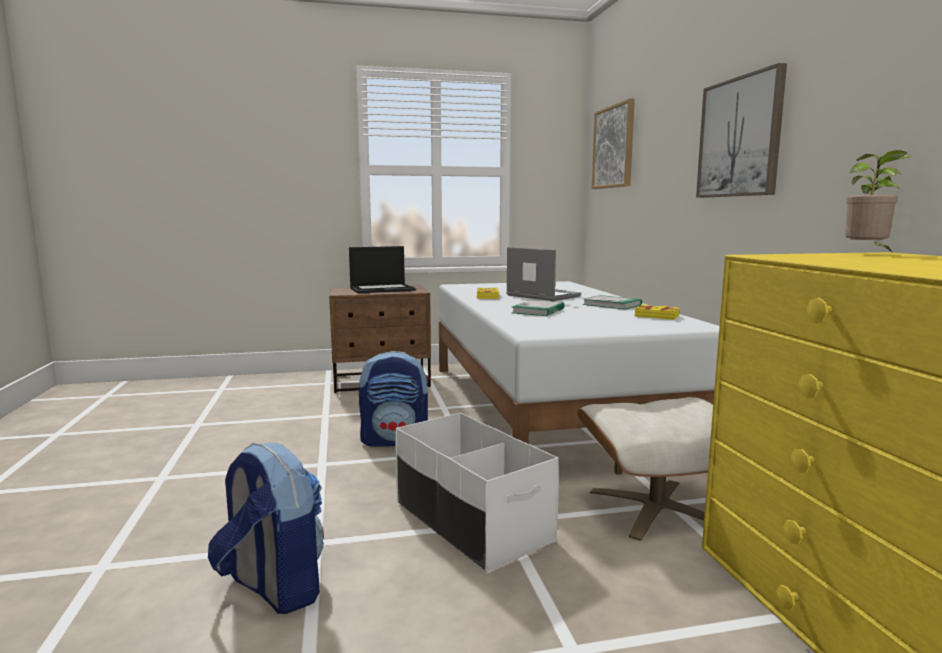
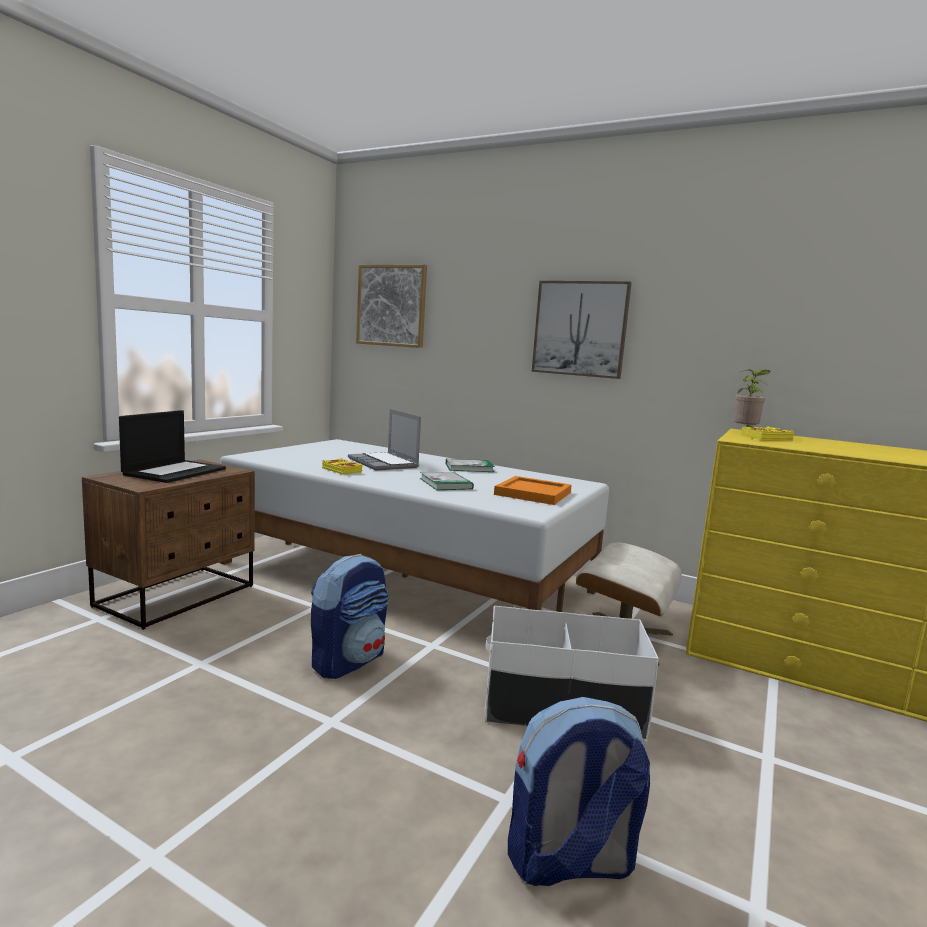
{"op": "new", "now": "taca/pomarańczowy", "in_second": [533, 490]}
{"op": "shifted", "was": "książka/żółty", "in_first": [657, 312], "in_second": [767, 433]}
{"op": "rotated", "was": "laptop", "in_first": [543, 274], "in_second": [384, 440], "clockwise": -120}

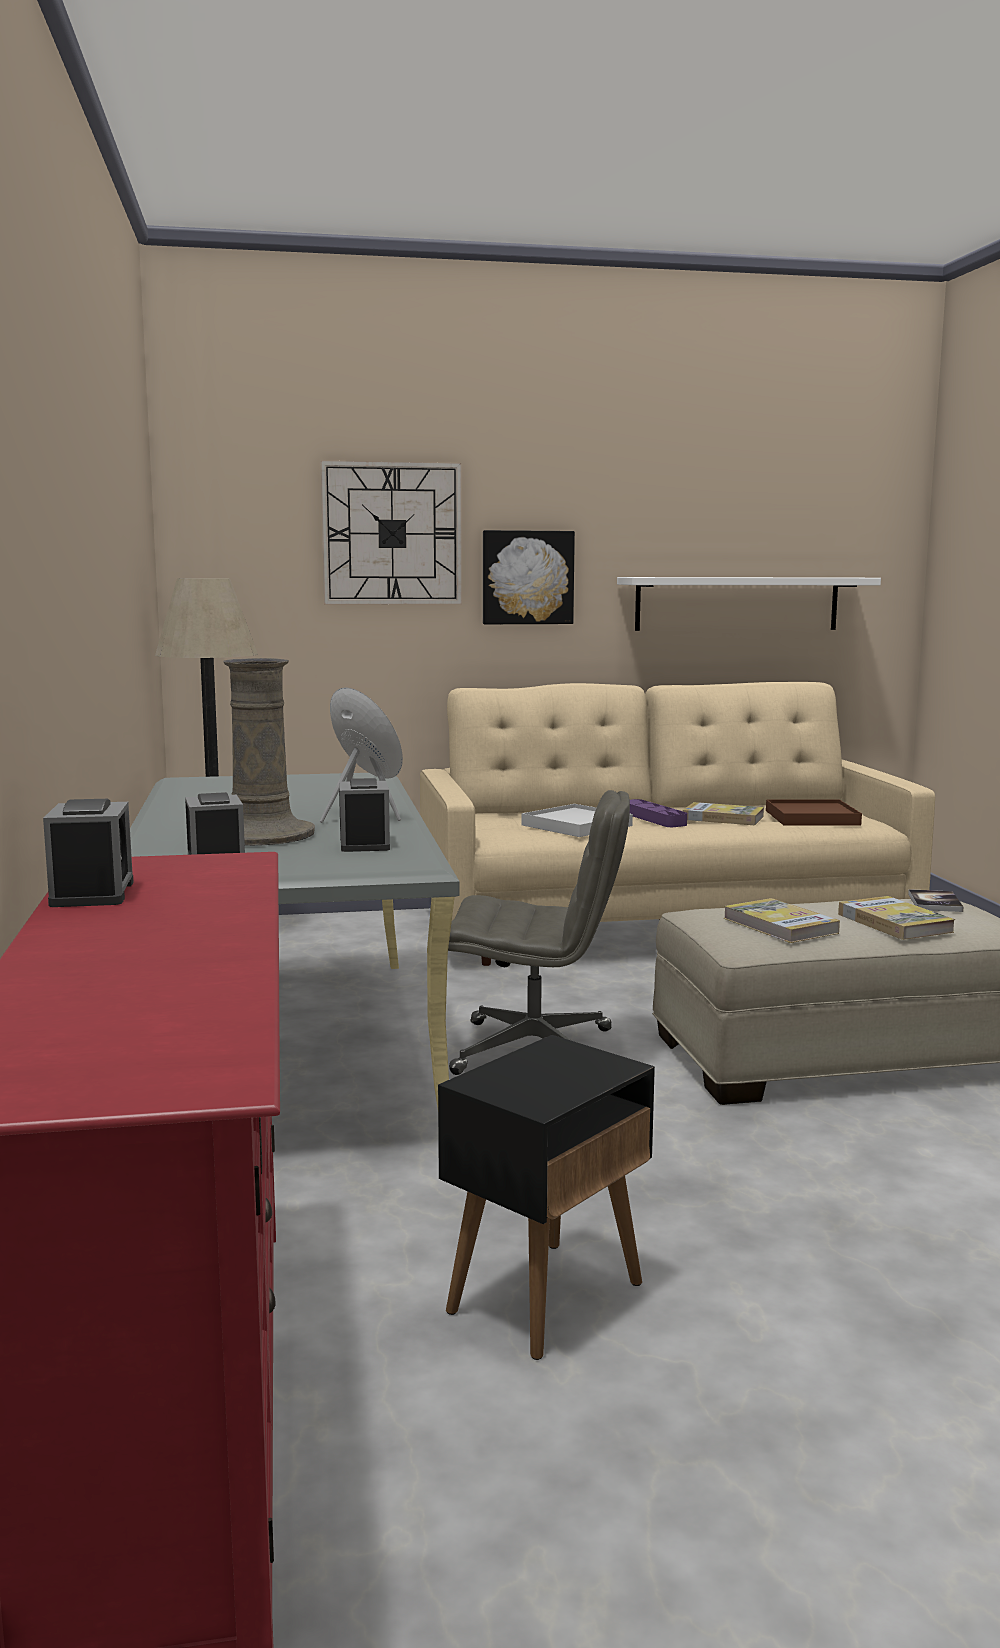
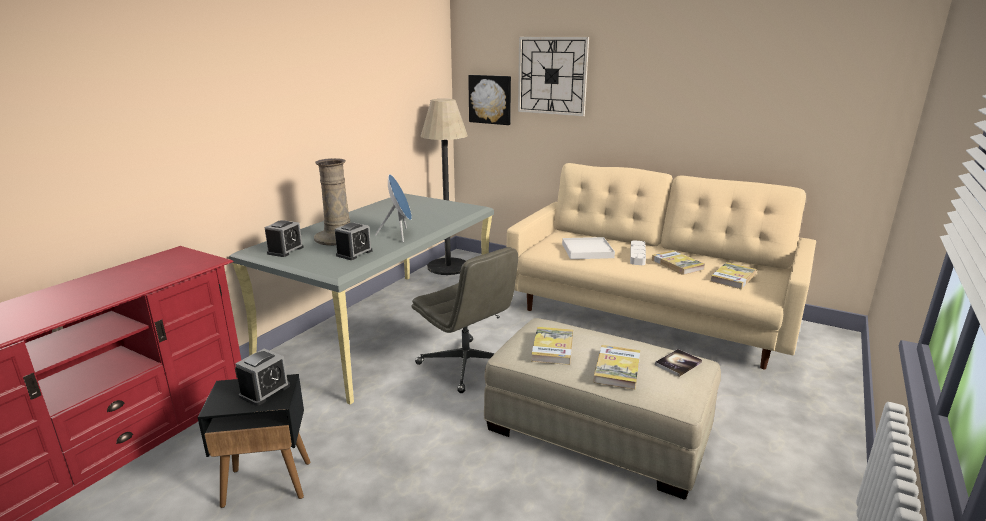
{"op": "gone", "was": "półka/biały", "in_first": [749, 604]}
{"op": "shifted", "was": "budzik", "in_first": [88, 853], "in_second": [262, 377]}
{"op": "shifted", "was": "obraz", "in_first": [529, 577], "in_second": [489, 100]}
{"op": "swapped", "was": "taca/brązowy", "now": "książka", "in_first": [814, 812], "in_second": [733, 275]}
{"op": "repainted", "was": "taca/fioletowy", "now": "taca/szary", "in_first": [658, 813], "in_second": [638, 253]}

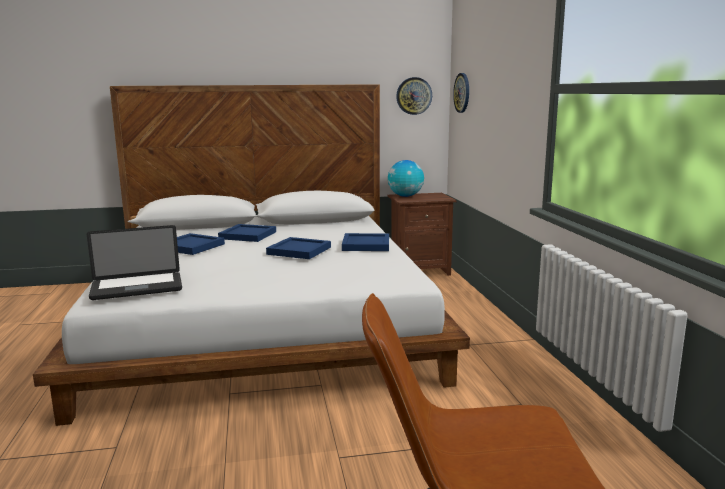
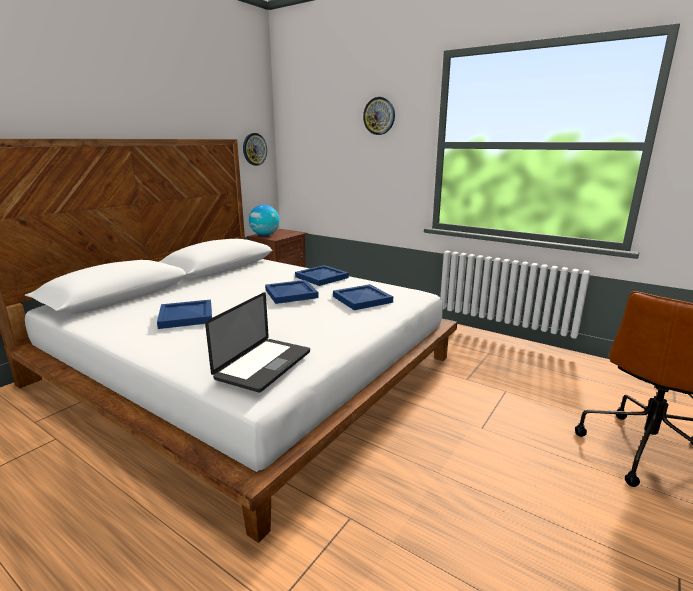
{"op": "shifted", "was": "taca/niebieski", "in_first": [247, 233], "in_second": [363, 297]}
{"op": "shifted", "was": "zegar ścienny", "in_first": [461, 93], "in_second": [379, 116]}

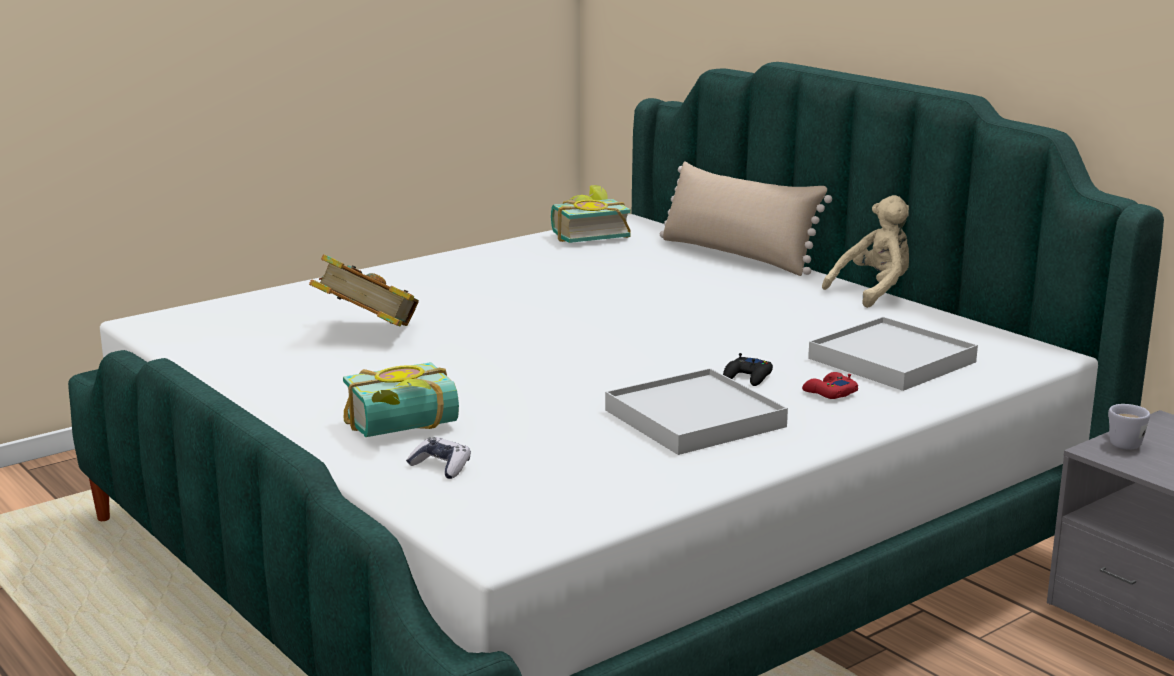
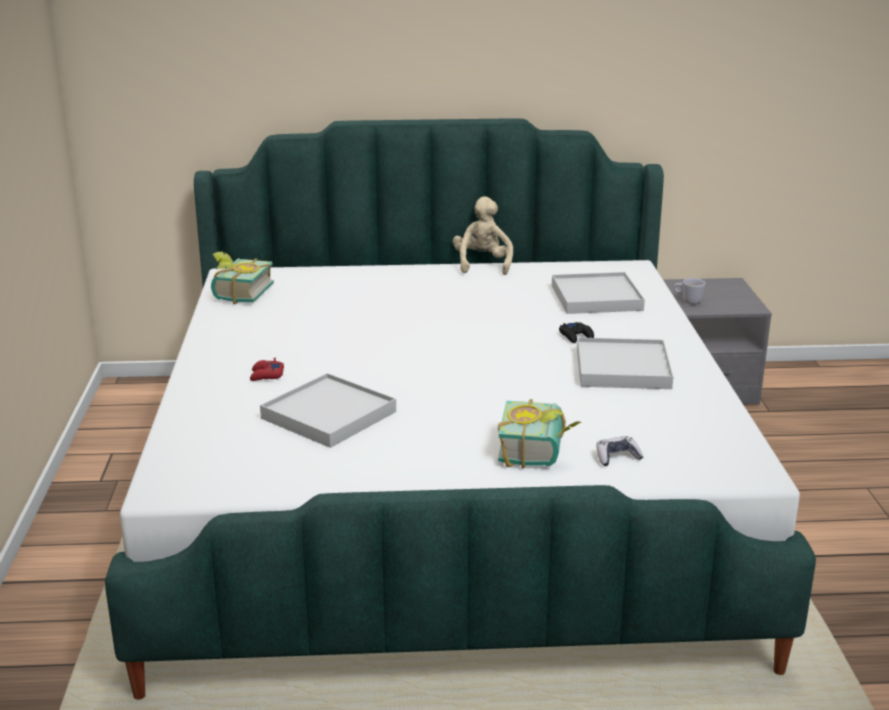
{"op": "gone", "was": "poduszka/beżowy", "in_first": [746, 218]}
{"op": "shifted", "was": "pad do gier/czerwony", "in_first": [830, 385], "in_second": [267, 369]}
{"op": "swapped", "was": "książka", "now": "taca/biały", "in_first": [364, 290], "in_second": [328, 410]}

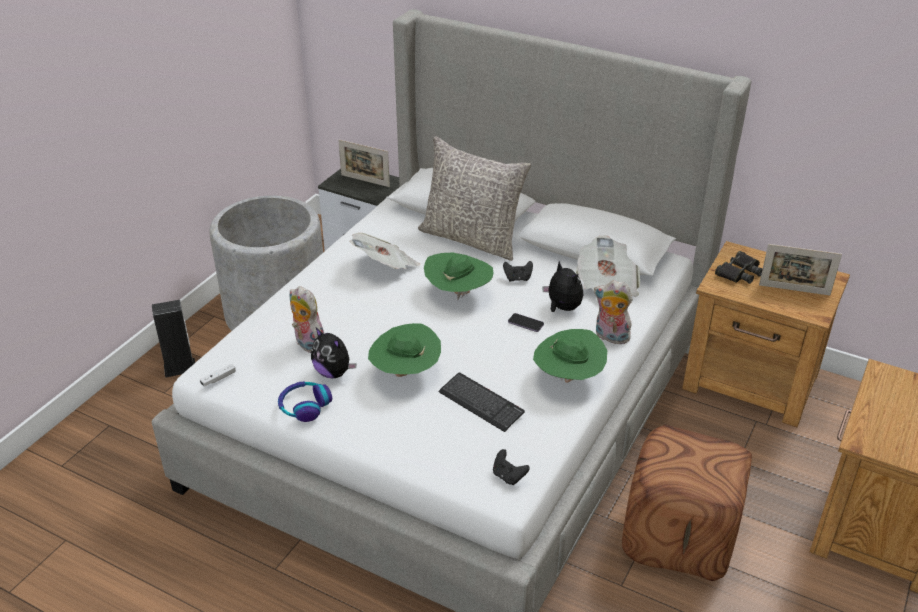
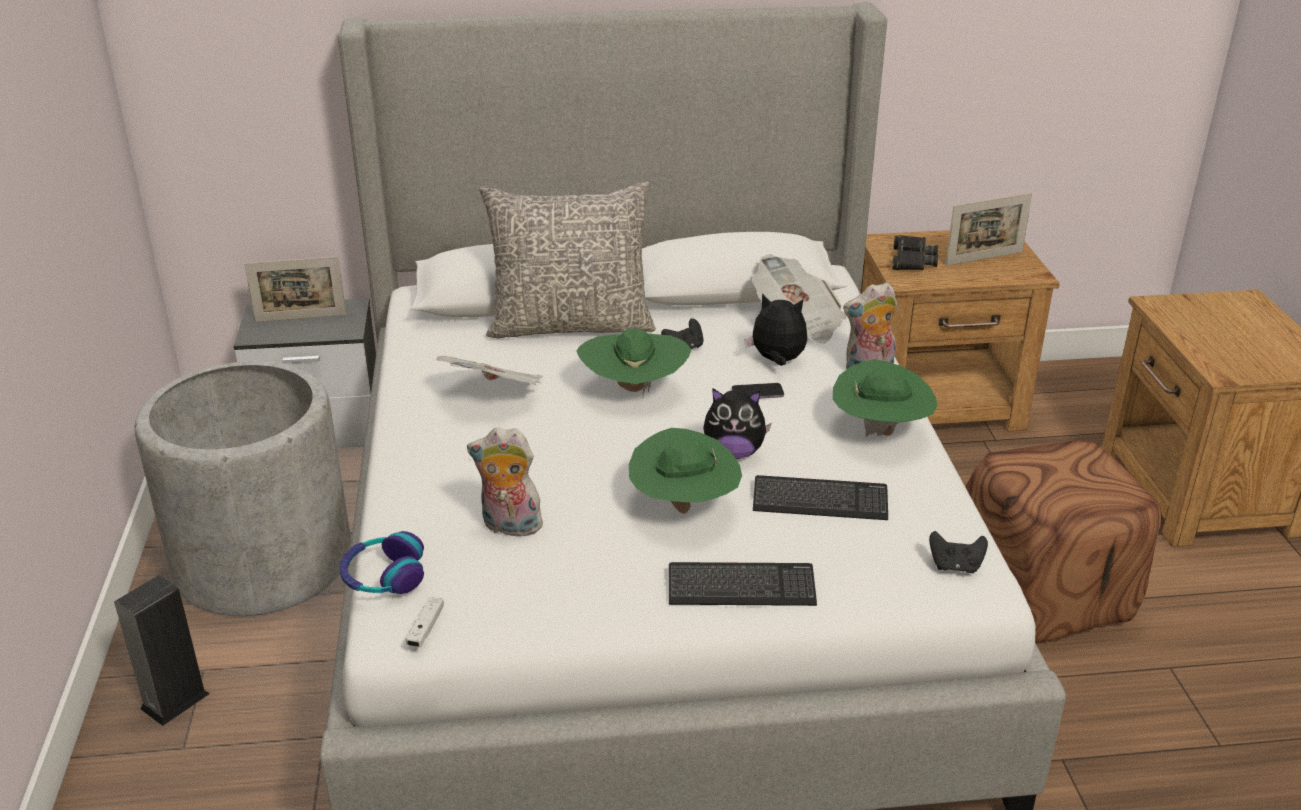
{"op": "new", "now": "klawiatura", "in_second": [743, 584]}
{"op": "shifted", "was": "słuchawki", "in_first": [305, 401], "in_second": [382, 562]}
{"op": "shifted", "was": "pluszak", "in_first": [334, 353], "in_second": [737, 423]}

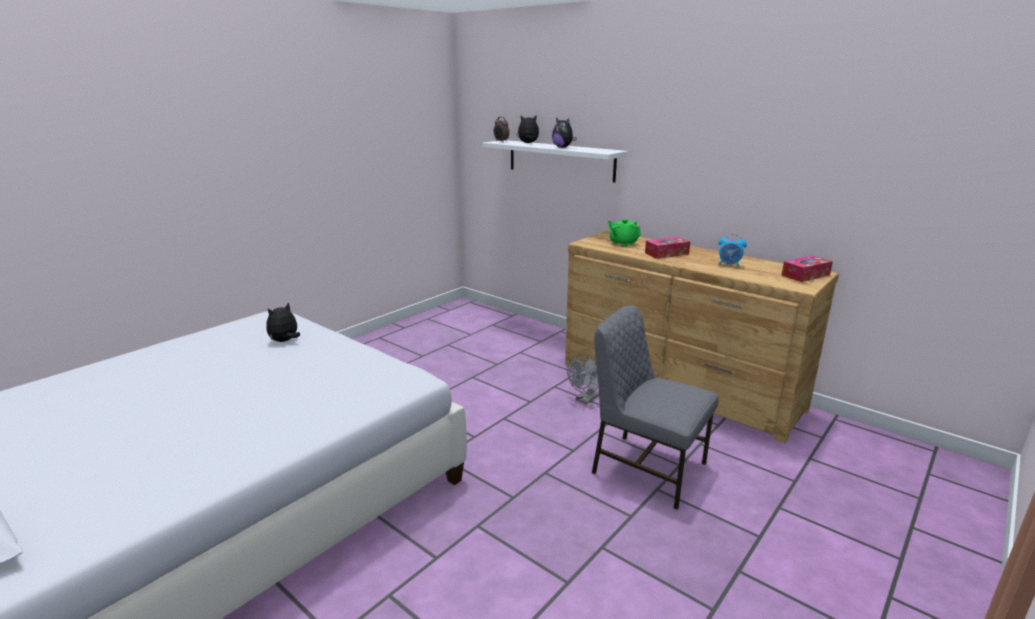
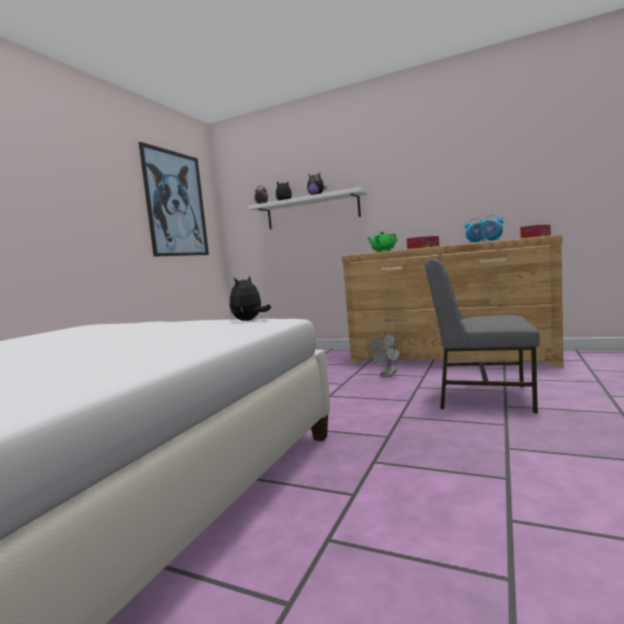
{"op": "new", "now": "obraz", "in_second": [174, 199]}
{"op": "new", "now": "budzik", "in_second": [491, 228]}
{"op": "shifted", "was": "pluszak", "in_first": [283, 322], "in_second": [250, 298]}

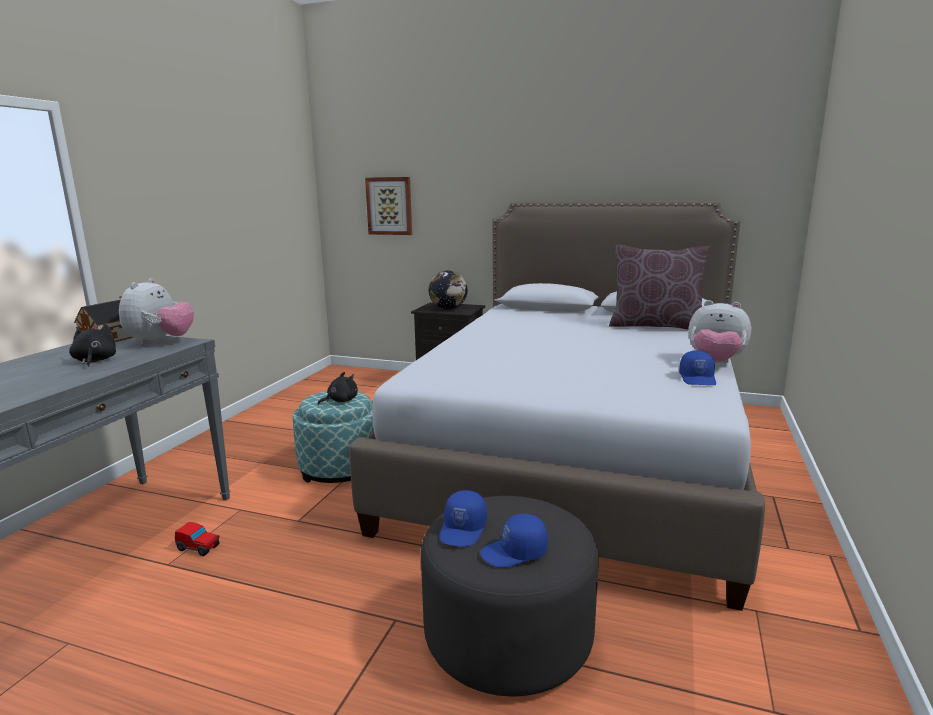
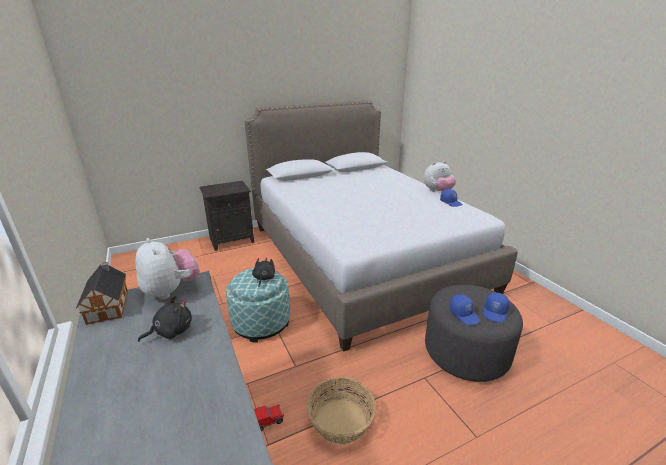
{"op": "gone", "was": "obraz", "in_first": [388, 206]}
{"op": "gone", "was": "globus", "in_first": [447, 290]}
{"op": "gone", "was": "poduszka/brązowy", "in_first": [660, 287]}
{"op": "new", "now": "koszyk", "in_second": [341, 410]}
{"op": "rotated", "was": "pluszak/czarny", "in_first": [92, 345], "in_second": [165, 318], "clockwise": 120}

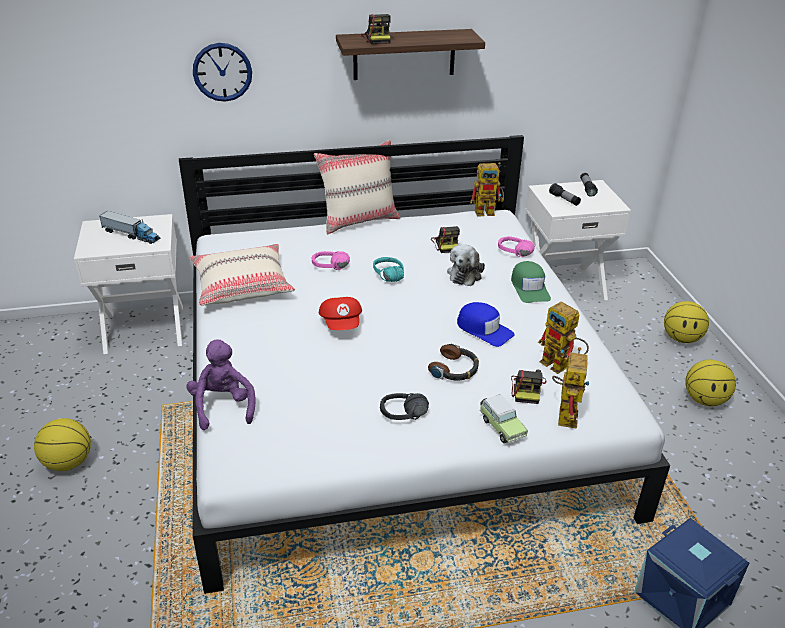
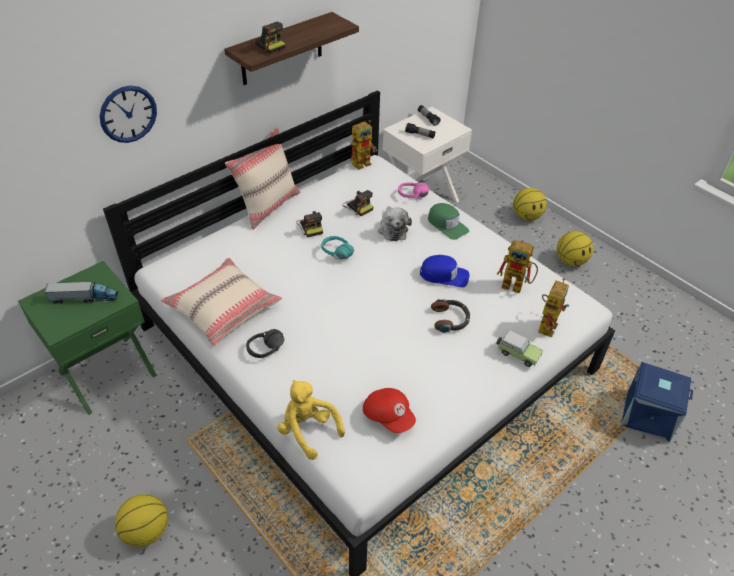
{"op": "gone", "was": "słuchawki/różowy", "in_first": [331, 260]}
{"op": "shifted", "was": "czapka z daszkiem/czerwony", "in_first": [340, 313], "in_second": [389, 410]}
{"op": "shifted", "was": "słuchawki/czarny", "in_first": [404, 406], "in_second": [265, 343]}
{"op": "shifted", "was": "aparat fotograficzny", "in_first": [528, 387], "in_second": [310, 224]}
{"op": "repainted", "was": "szafka nocna/biały", "now": "szafka nocna/zielony", "in_first": [128, 284], "in_second": [87, 338]}
{"op": "repainted", "was": "pluszak/fioletowy", "now": "pluszak/żółty", "in_first": [221, 384], "in_second": [311, 420]}
{"op": "rotated", "was": "robot zabawkowy", "in_first": [571, 388], "in_second": [553, 308], "clockwise": 45}

